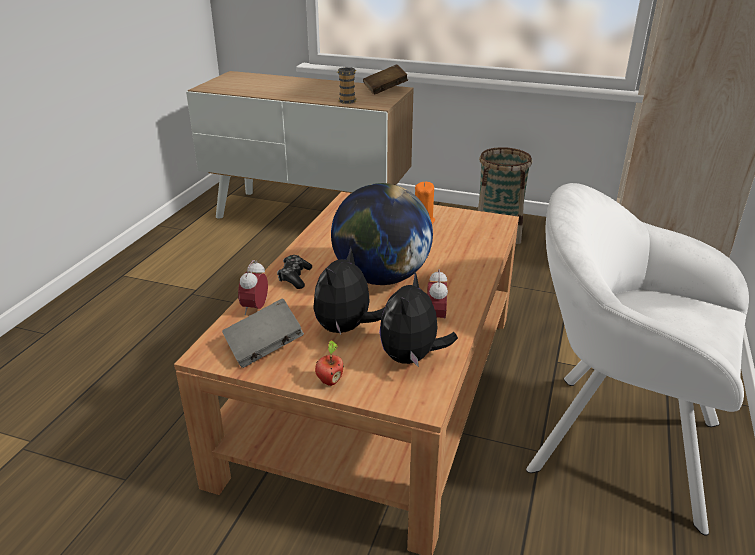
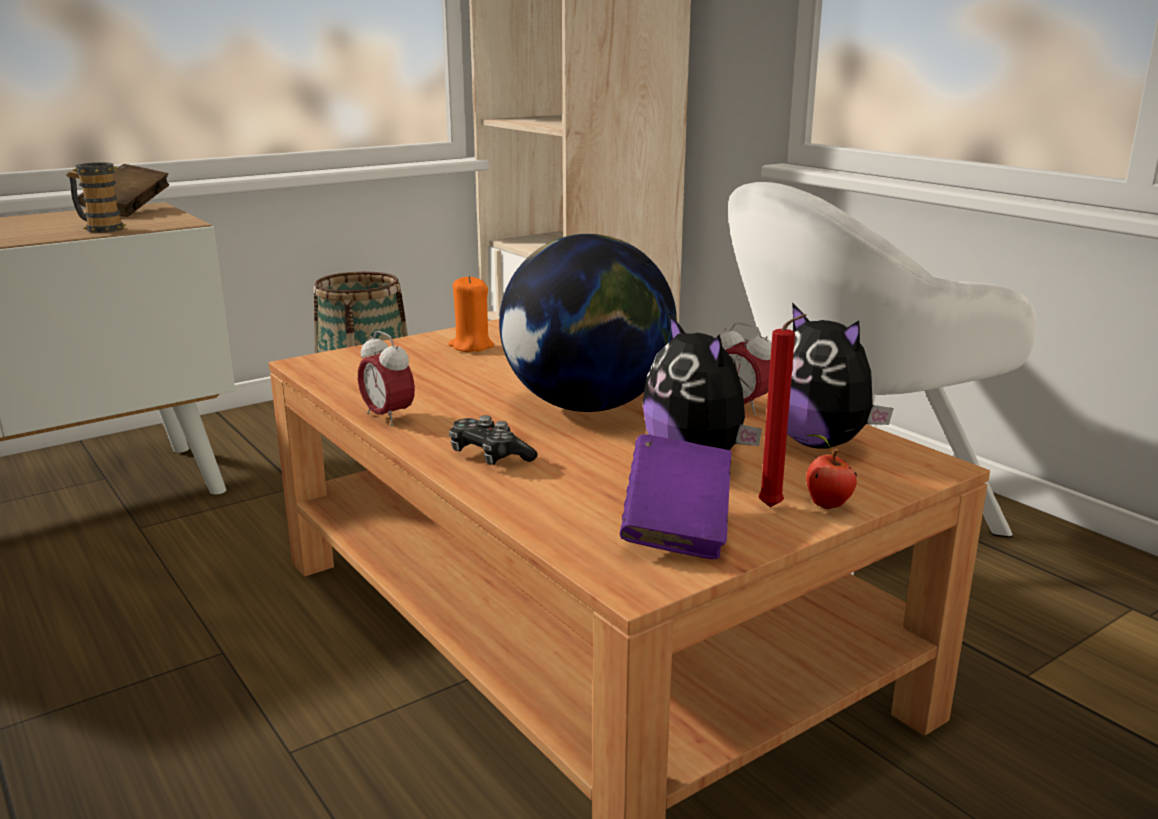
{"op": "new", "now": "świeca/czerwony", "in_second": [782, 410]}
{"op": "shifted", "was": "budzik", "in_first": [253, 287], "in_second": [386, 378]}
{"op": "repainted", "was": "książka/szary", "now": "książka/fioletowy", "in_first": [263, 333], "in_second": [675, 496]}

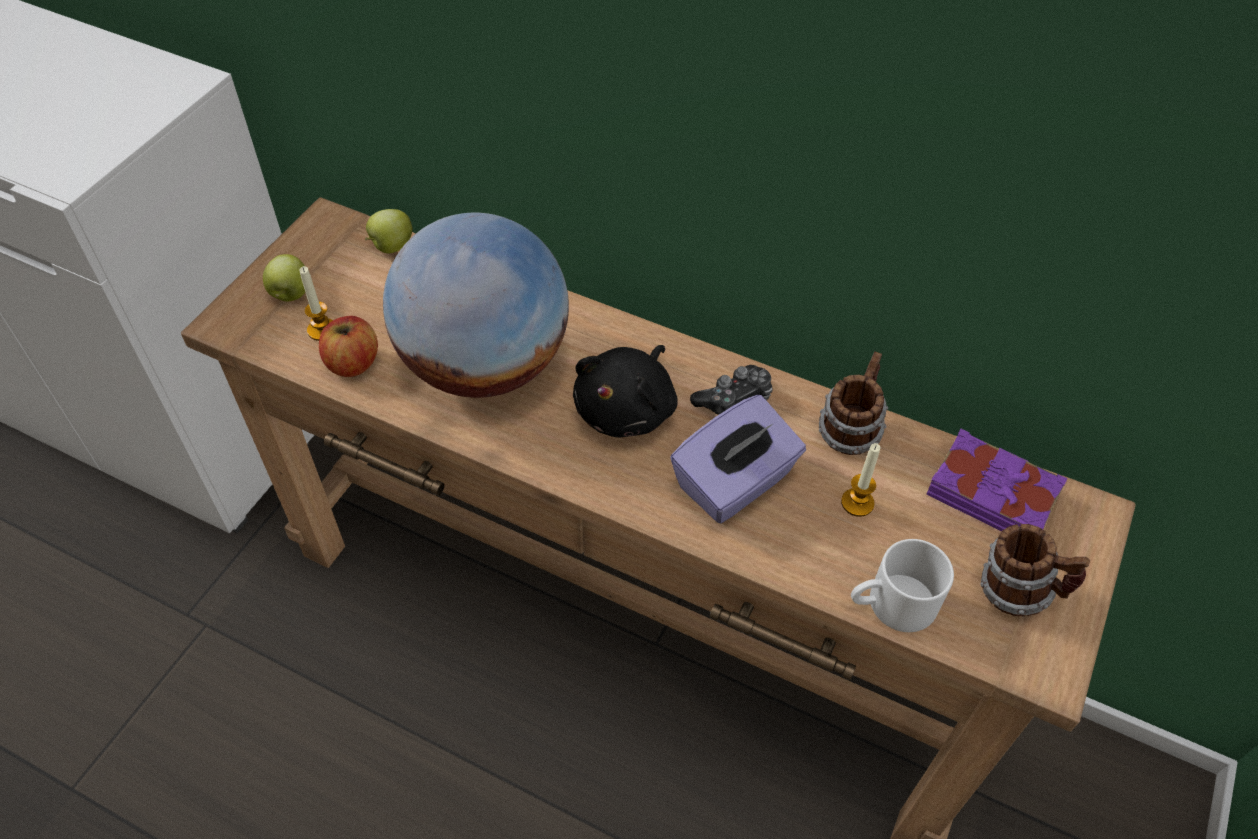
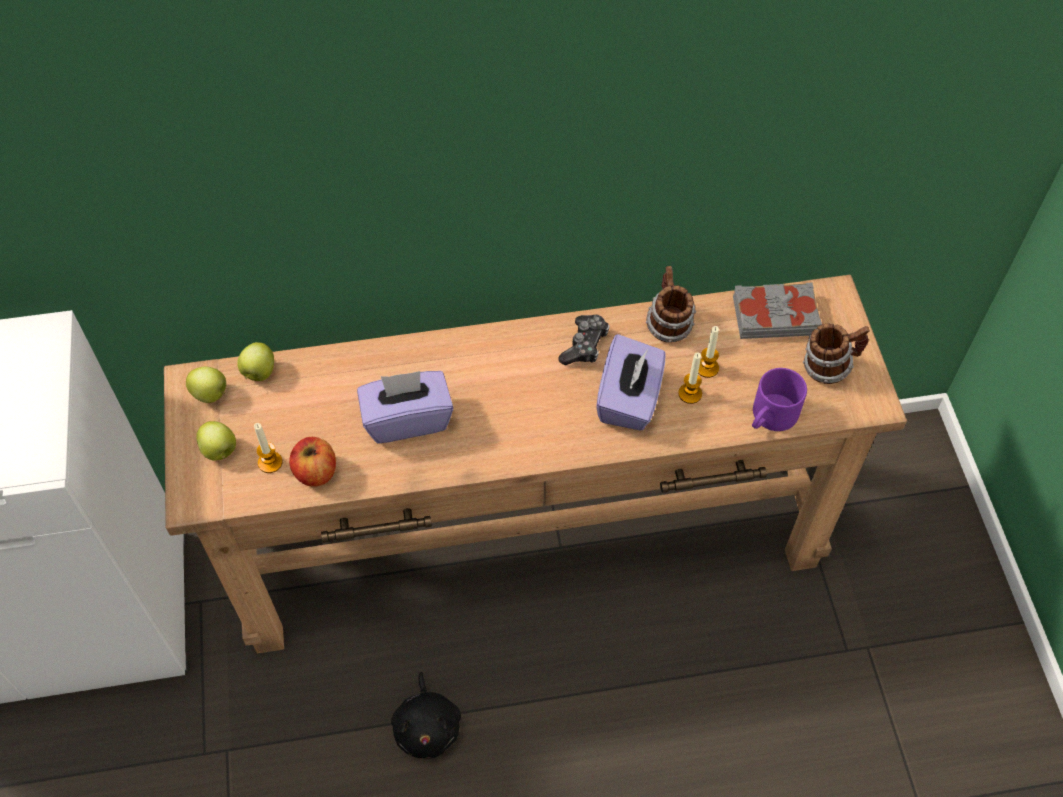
{"op": "new", "now": "jabłko", "in_second": [206, 384]}
{"op": "new", "now": "świeca", "in_second": [690, 378]}
{"op": "shifted", "was": "pluszak/czarny", "in_first": [625, 391], "in_second": [426, 715]}
{"op": "swapped", "was": "globus", "now": "pudełko chusteczek/fioletowy", "in_first": [476, 305], "in_second": [405, 407]}
{"op": "repainted", "was": "kubek/biały", "now": "kubek/fioletowy", "in_first": [902, 585], "in_second": [779, 399]}
{"op": "repainted", "was": "książka/fioletowy", "now": "książka/szary", "in_first": [997, 480], "in_second": [777, 310]}

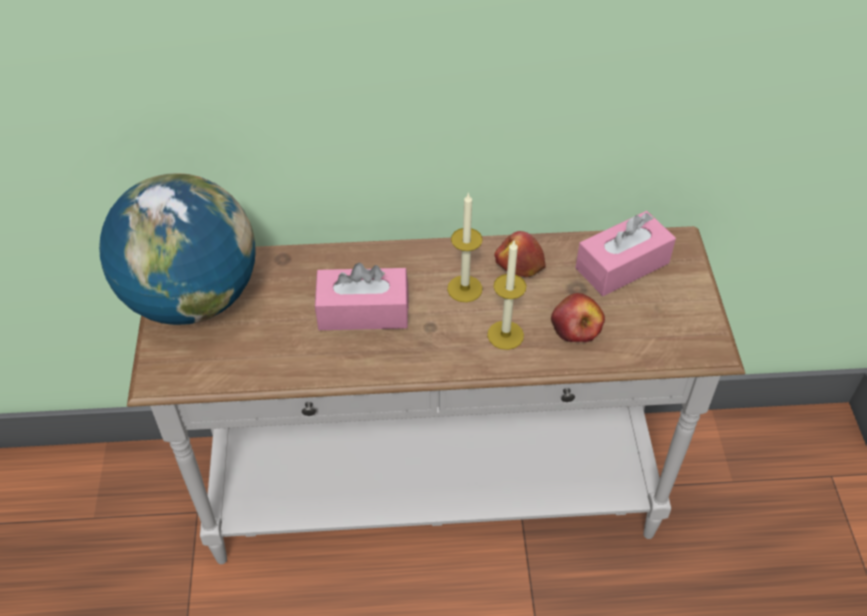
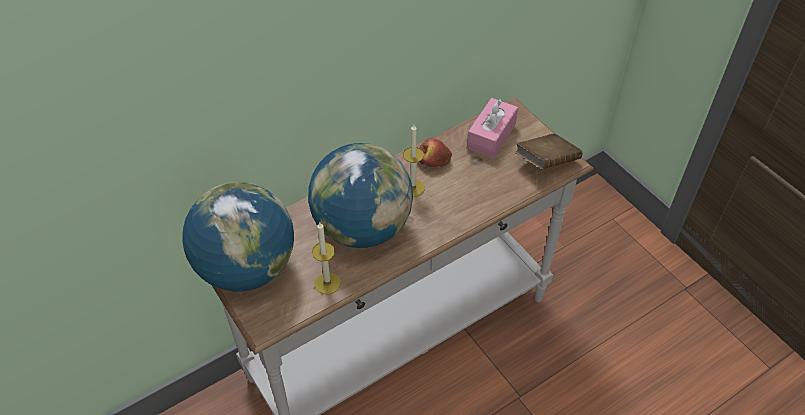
{"op": "gone", "was": "jabłko", "in_first": [578, 317]}
{"op": "new", "now": "książka/brązowy", "in_second": [548, 151]}
{"op": "shifted", "was": "świeca", "in_first": [506, 295], "in_second": [326, 258]}
{"op": "swapped", "was": "pudełko chusteczek/różowy", "now": "globus", "in_first": [362, 296], "in_second": [360, 195]}

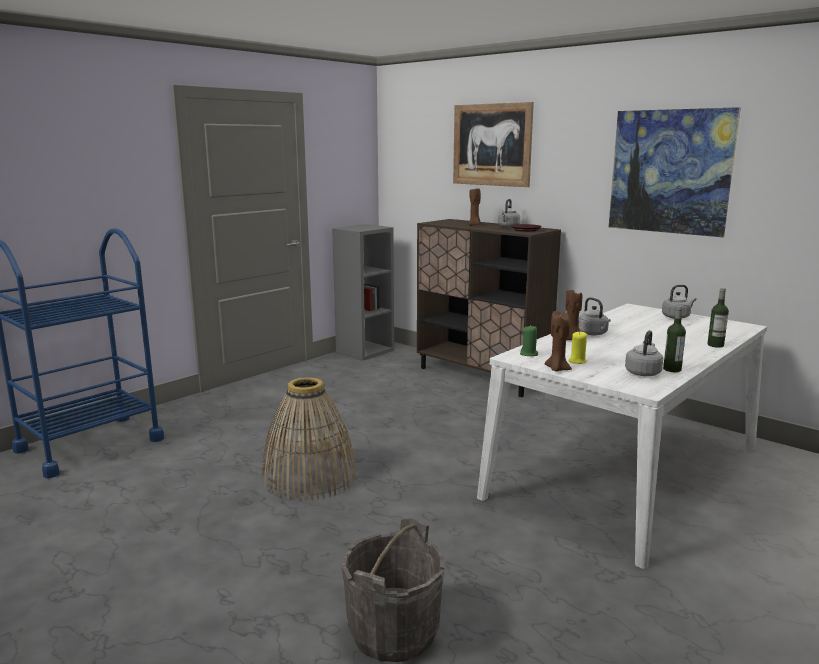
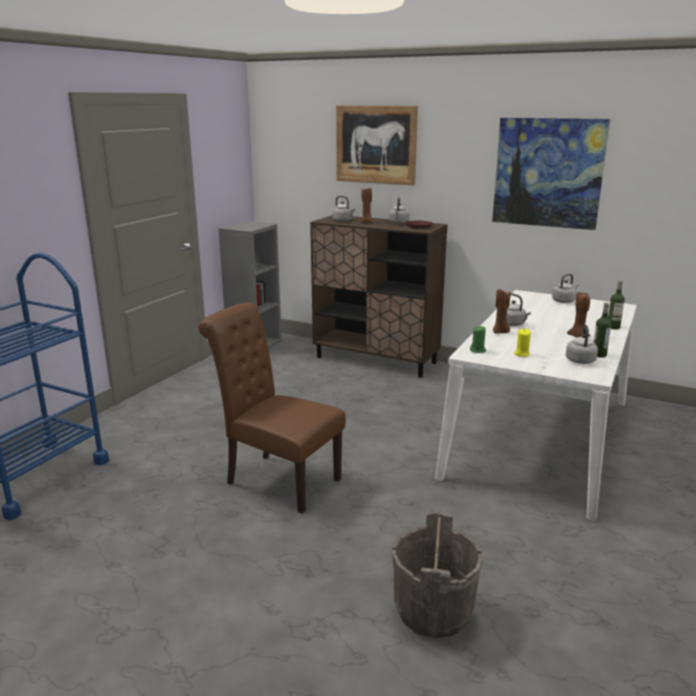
{"op": "new", "now": "czajnik/szary", "in_second": [344, 209]}
{"op": "shifted", "was": "świeca/brązowy", "in_first": [558, 341], "in_second": [578, 315]}
{"op": "swapped", "was": "koszyk", "now": "krzesło/brązowy", "in_first": [309, 439], "in_second": [272, 408]}

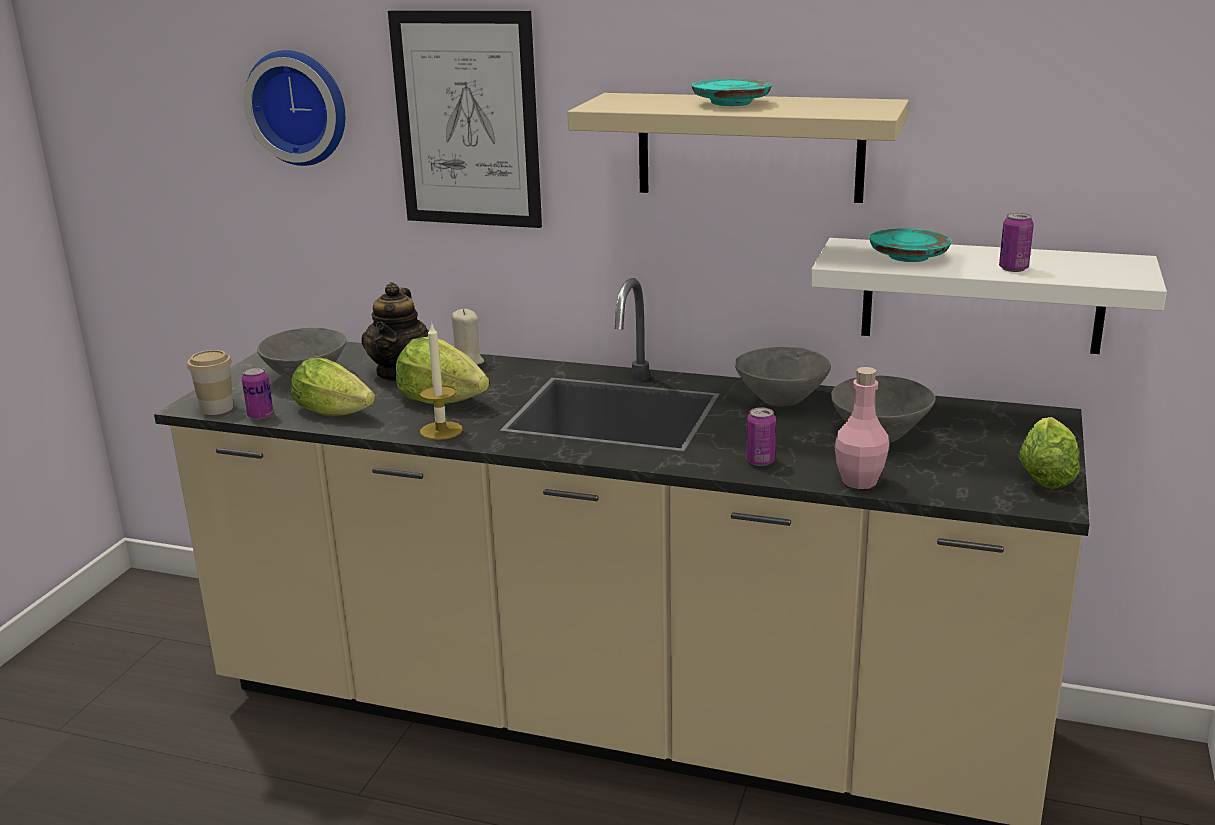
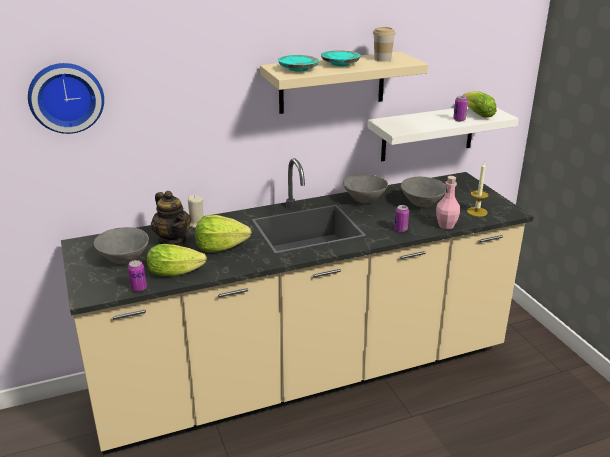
{"op": "gone", "was": "obraz", "in_first": [465, 119]}
{"op": "shifted", "was": "filiżanka", "in_first": [210, 382], "in_second": [384, 44]}
{"op": "shifted", "was": "świeca", "in_first": [441, 381], "in_second": [478, 189]}
{"op": "shifted", "was": "talerz/turkusowy", "in_first": [910, 245], "in_second": [298, 63]}
{"op": "shifted", "was": "sałata", "in_first": [1049, 453], "in_second": [480, 105]}

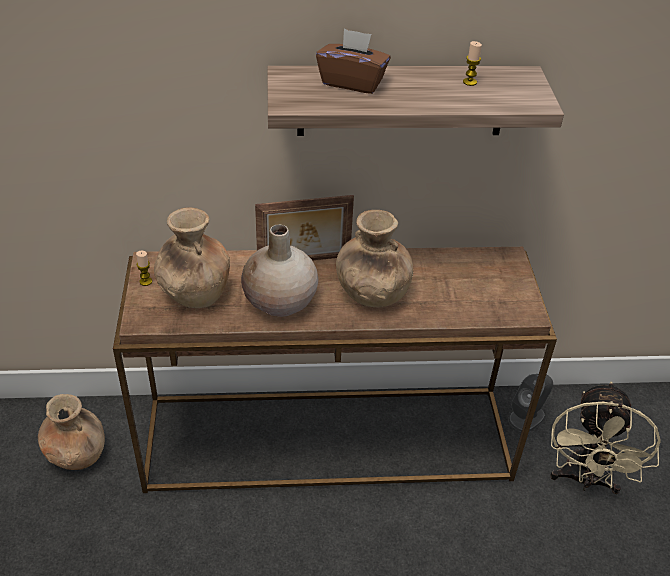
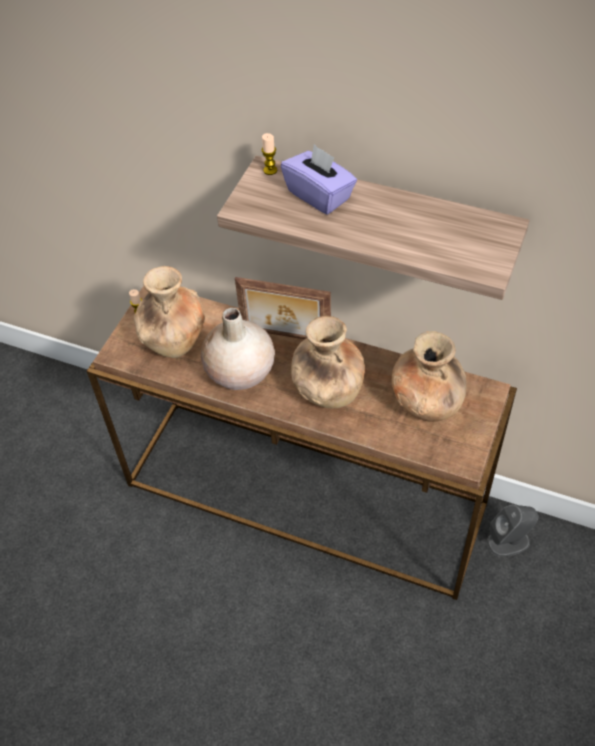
{"op": "gone", "was": "wentylator/beżowy", "in_first": [605, 437]}
{"op": "shifted", "was": "wazon/brązowy", "in_first": [71, 432], "in_second": [429, 376]}
{"op": "shifted", "was": "świeca", "in_first": [472, 63], "in_second": [269, 154]}
{"op": "repainted", "was": "pudełko chusteczek/brązowy", "now": "pudełko chusteczek/fioletowy", "in_first": [353, 61], "in_second": [319, 179]}

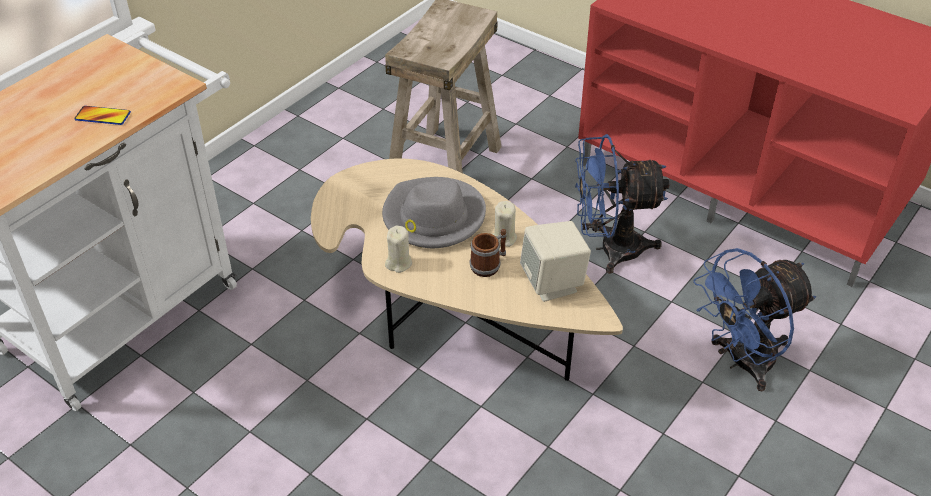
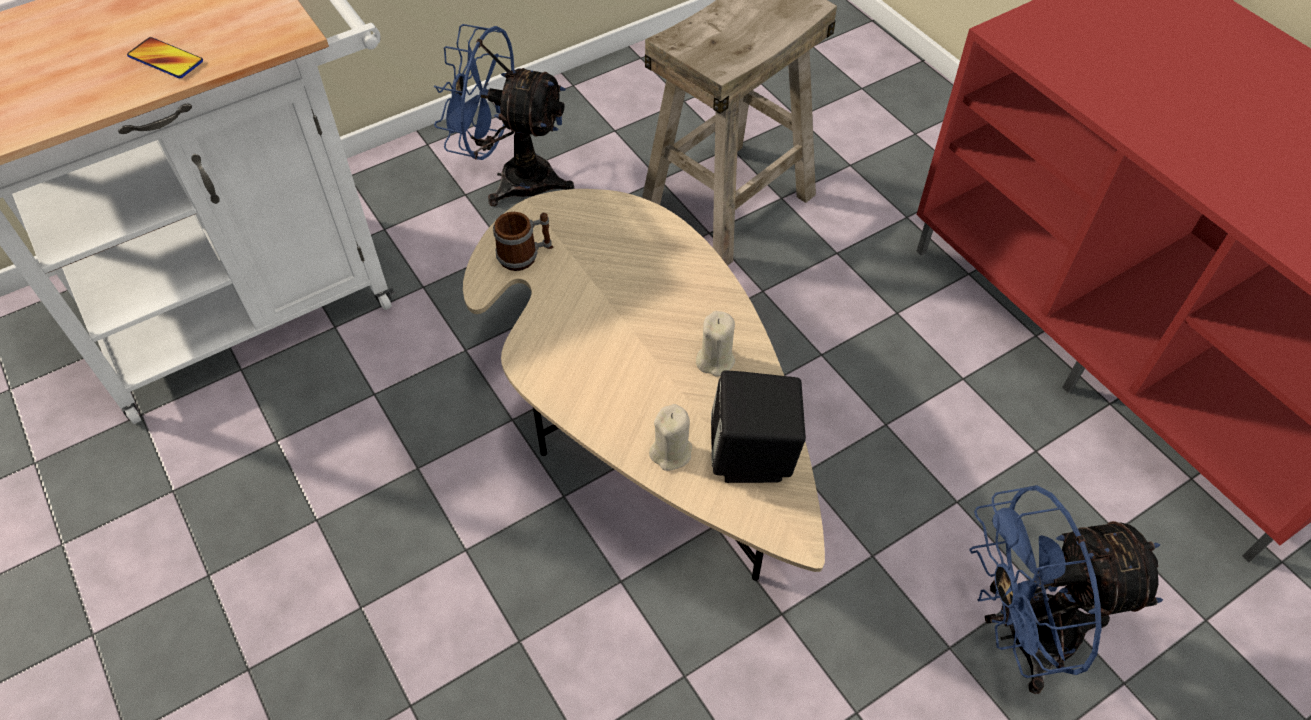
{"op": "gone", "was": "kapelusz/szary", "in_first": [434, 212]}
{"op": "shifted", "was": "świeca/beżowy", "in_first": [398, 249], "in_second": [670, 437]}
{"op": "shifted", "was": "kubek", "in_first": [488, 253], "in_second": [523, 241]}
{"op": "shifted", "was": "wentylator/niebieski", "in_first": [622, 204], "in_second": [504, 115]}
{"op": "repainted", "was": "głośnik/beżowy", "now": "głośnik/czarny", "in_first": [555, 261], "in_second": [758, 427]}

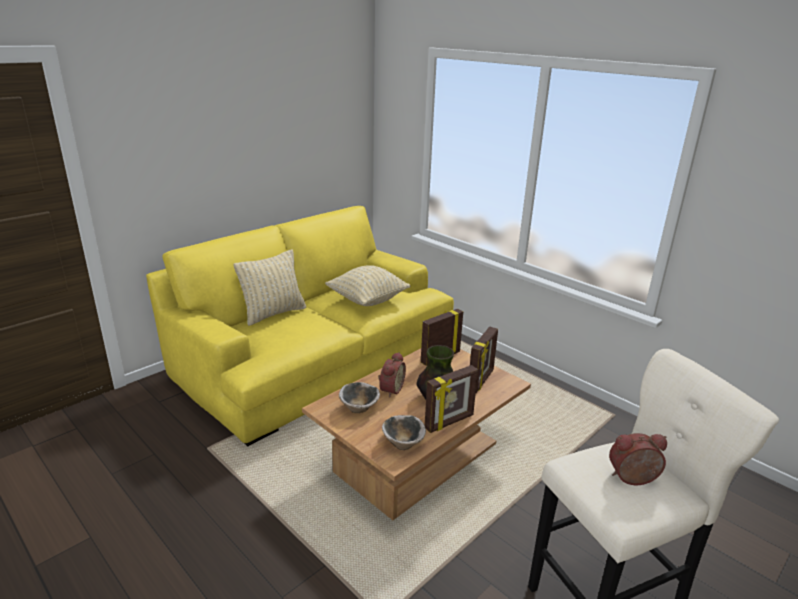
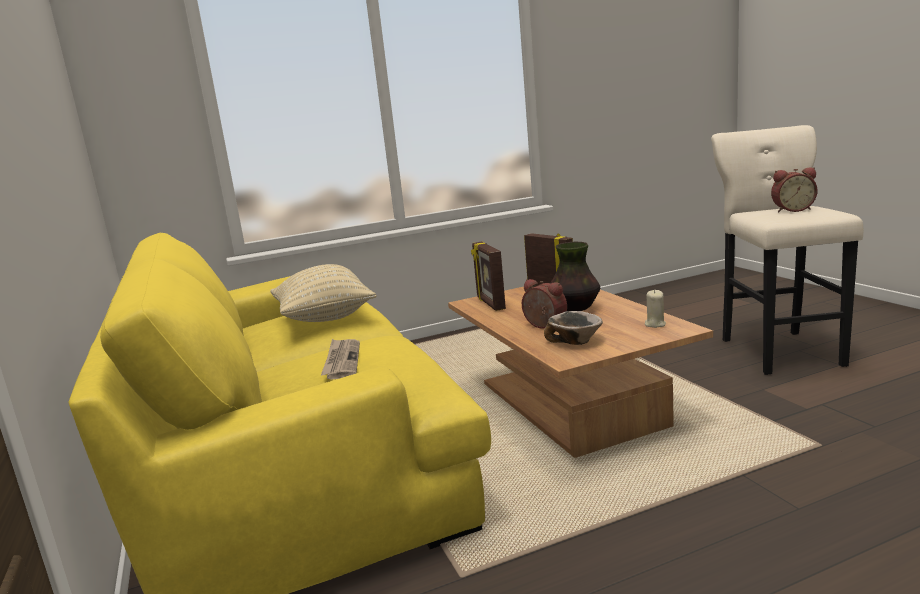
{"op": "gone", "was": "poduszka/beżowy", "in_first": [270, 287]}
{"op": "gone", "was": "ramka na zdjęcie", "in_first": [451, 399]}
{"op": "new", "now": "gazeta", "in_second": [340, 359]}
{"op": "swapped", "was": "miska", "now": "świeca/beżowy", "in_first": [404, 432], "in_second": [655, 309]}
{"op": "rotated", "was": "budzik", "in_first": [638, 459], "in_second": [794, 189], "clockwise": -105}

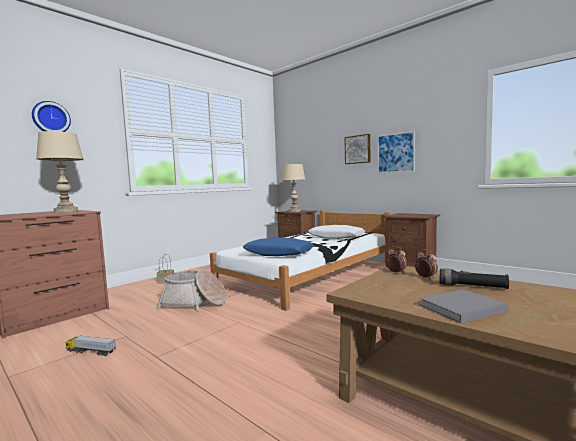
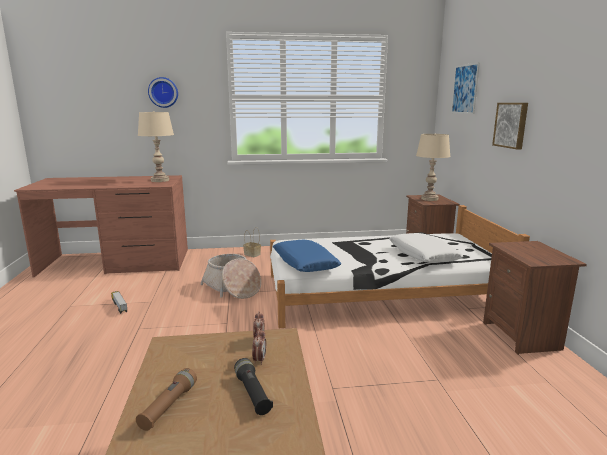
{"op": "shifted", "was": "obraz", "in_first": [396, 152], "in_second": [465, 88]}
{"op": "swapped", "was": "książka/szary", "now": "latarka/brązowy", "in_first": [464, 306], "in_second": [166, 399]}

